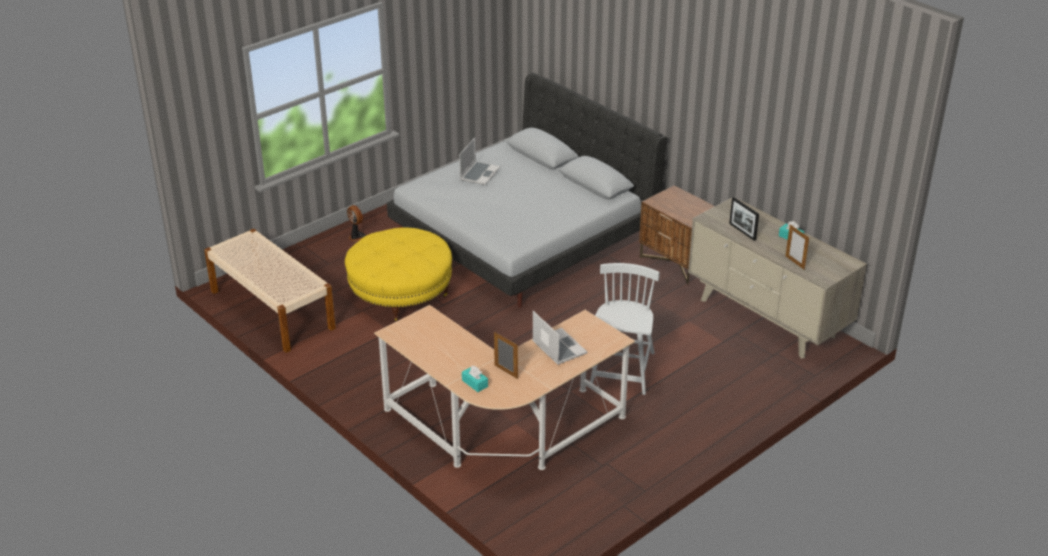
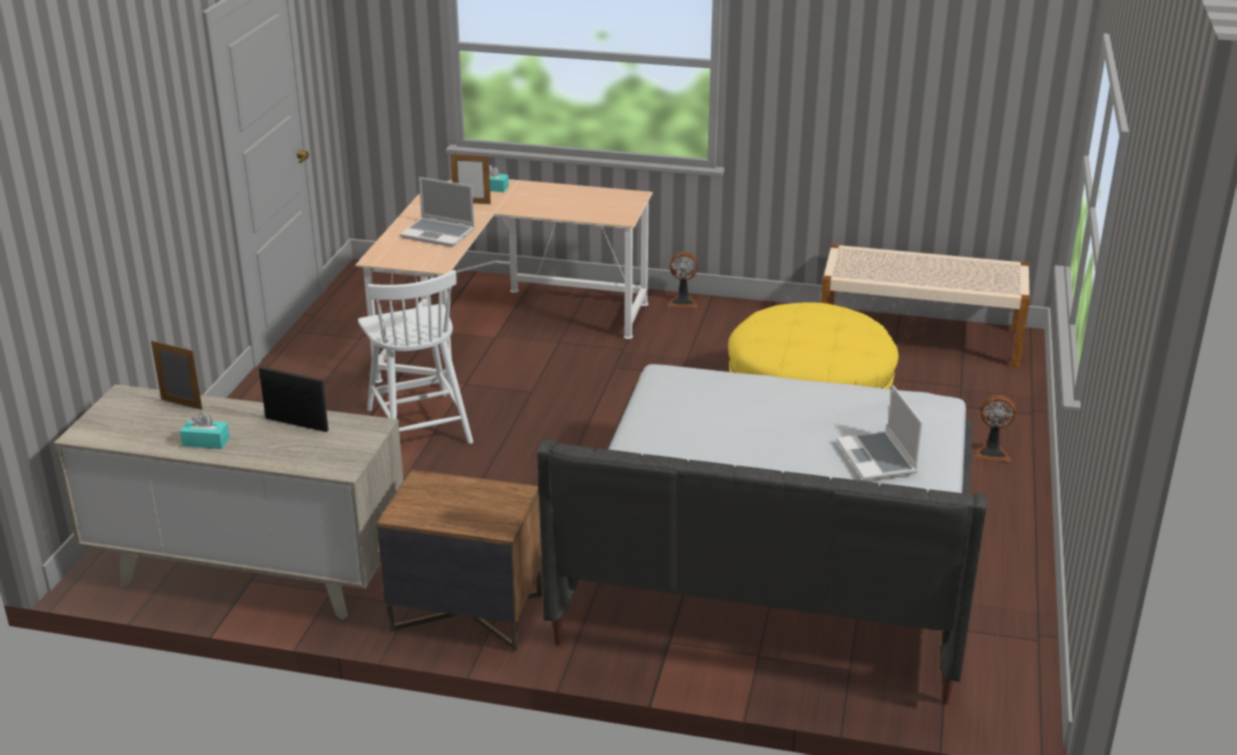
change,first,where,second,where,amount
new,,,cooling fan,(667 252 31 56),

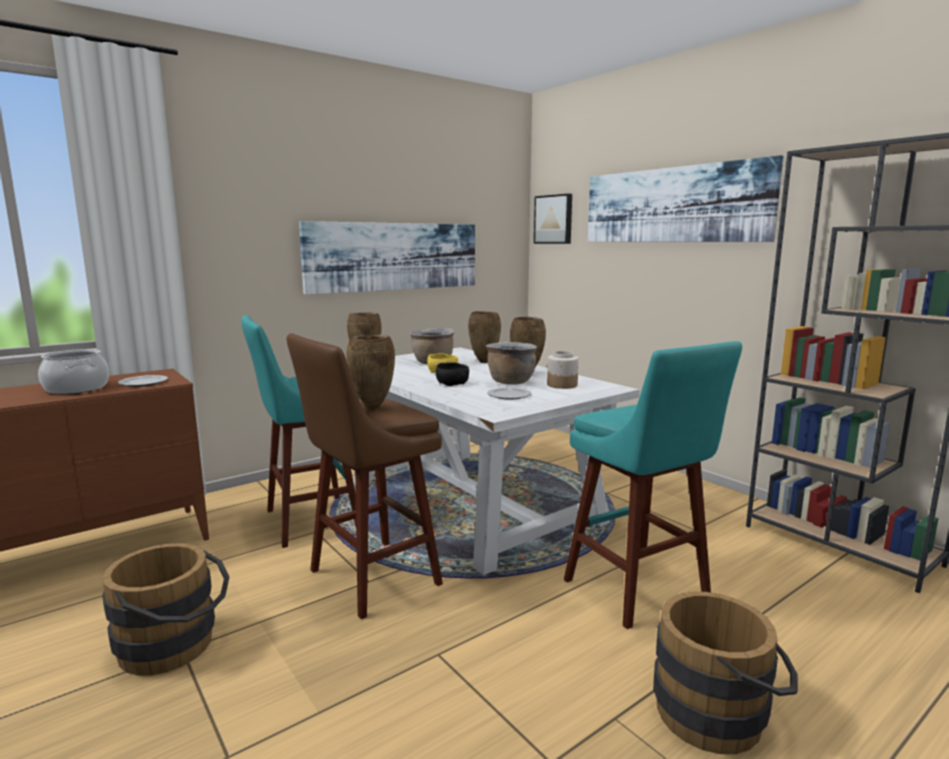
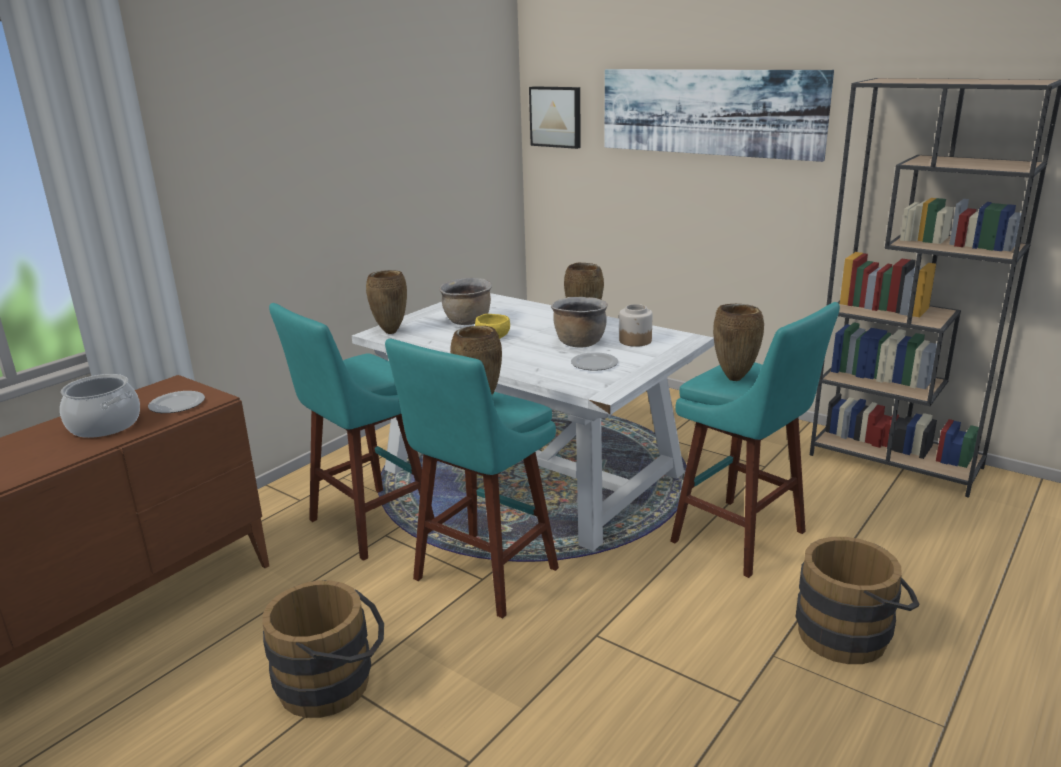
change,first,where,second,where,amount
repainted,brown-coloured sitting stool,(287 333 156 287),turquoise sitting stool,(385 338 174 281),
shifted,brown-coloured vase,(468 311 33 52),,(713 304 51 77),
gone,picture,(299 221 176 73),,,
gone,black-coloured bowl,(436 363 33 23),,,

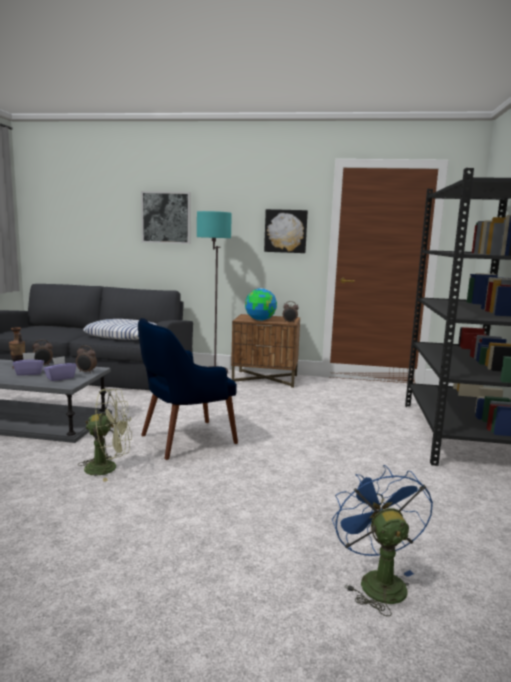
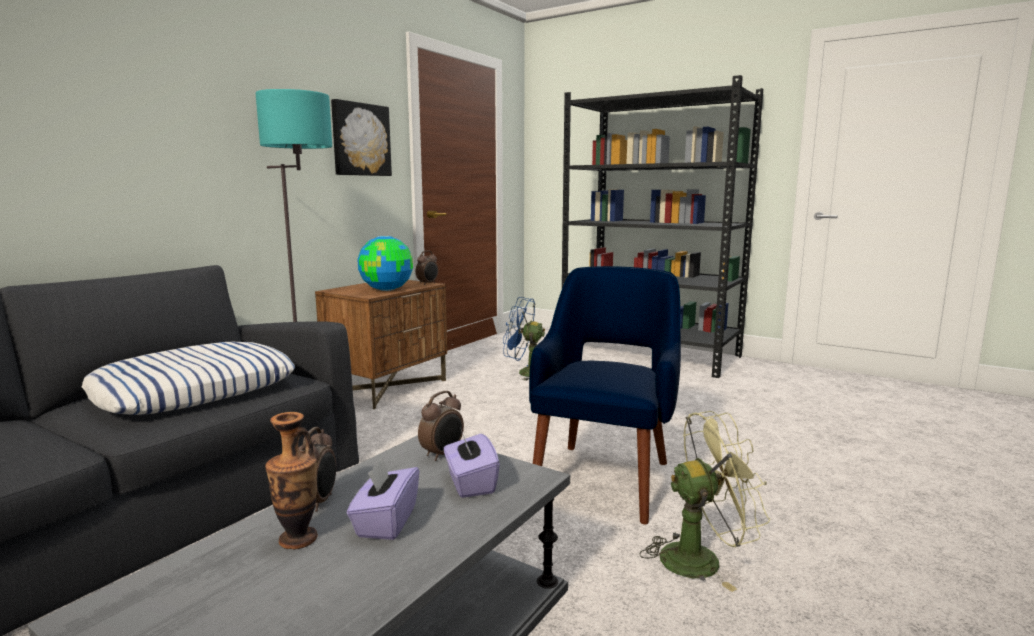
change,first,where,second,where,amount
shifted,bluish cooling fan,(332 465 101 151),,(503 297 42 84),
rotated,bluish lounge chair,(138 318 100 142),,(529 266 152 258),150 degrees counterclockwise
rotated,green cooling fan,(79 389 53 93),,(640 411 130 181),60 degrees clockwise
gone,picture,(141 191 50 53),,,

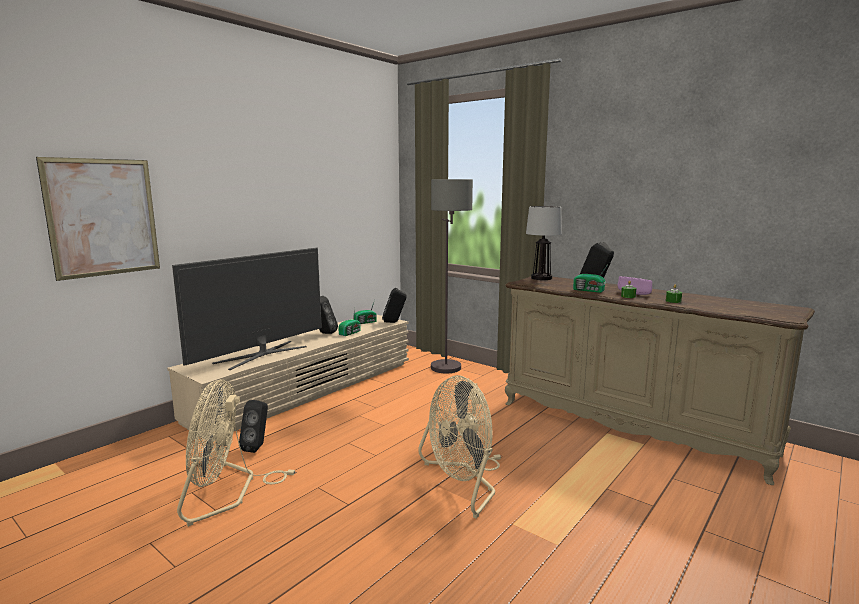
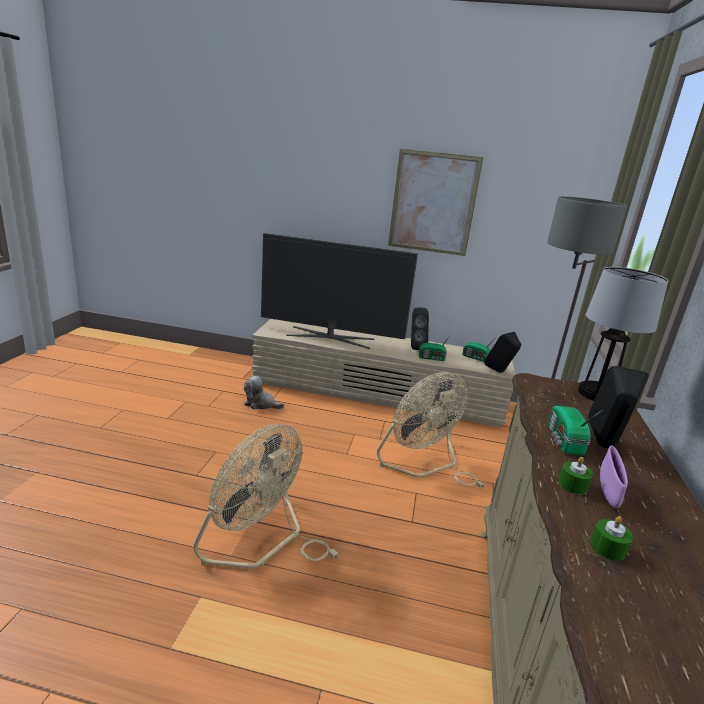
change,first,where,second,where,amount
swapped,black-coloured audio speaker,(239 400 29 53),soft toy,(244 376 40 33),
shifted,beige cooling fan,(177 379 120 148),,(377 372 107 116),
shifted,picture,(36 157 124 124),,(388 149 95 107),

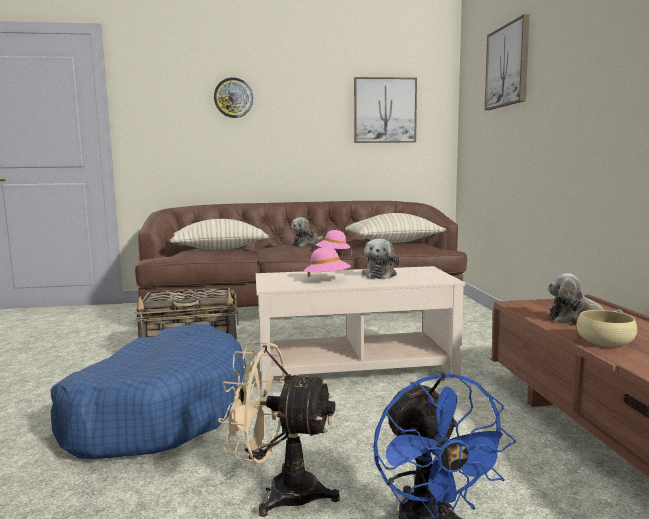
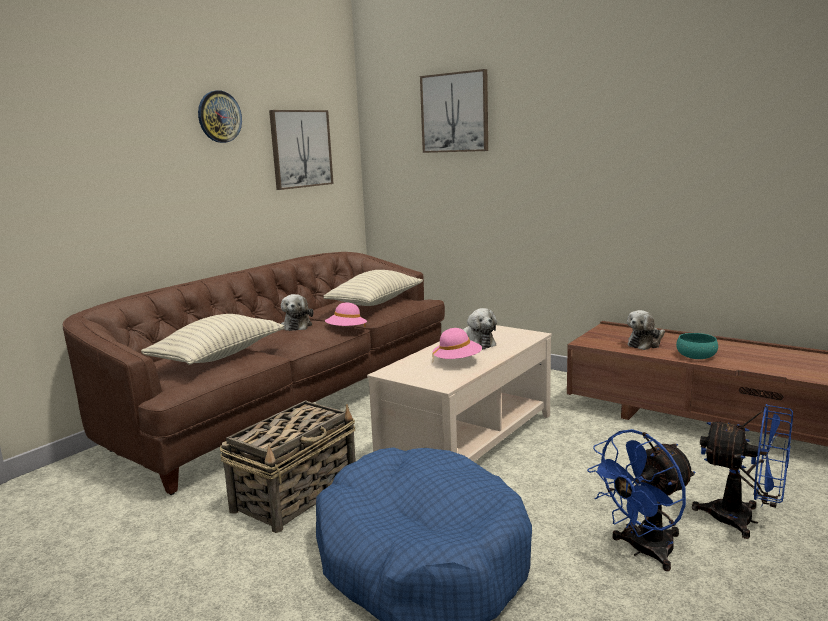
change,first,where,second,where,amount
shifted,hanging clock,(214 78 39 40),,(198 90 44 53),
repainted,beige cooling fan,(218 342 122 175),bluish cooling fan,(587 429 108 142),
repainted,beige bowl,(577 310 60 37),turquoise bowl,(676 333 42 26),

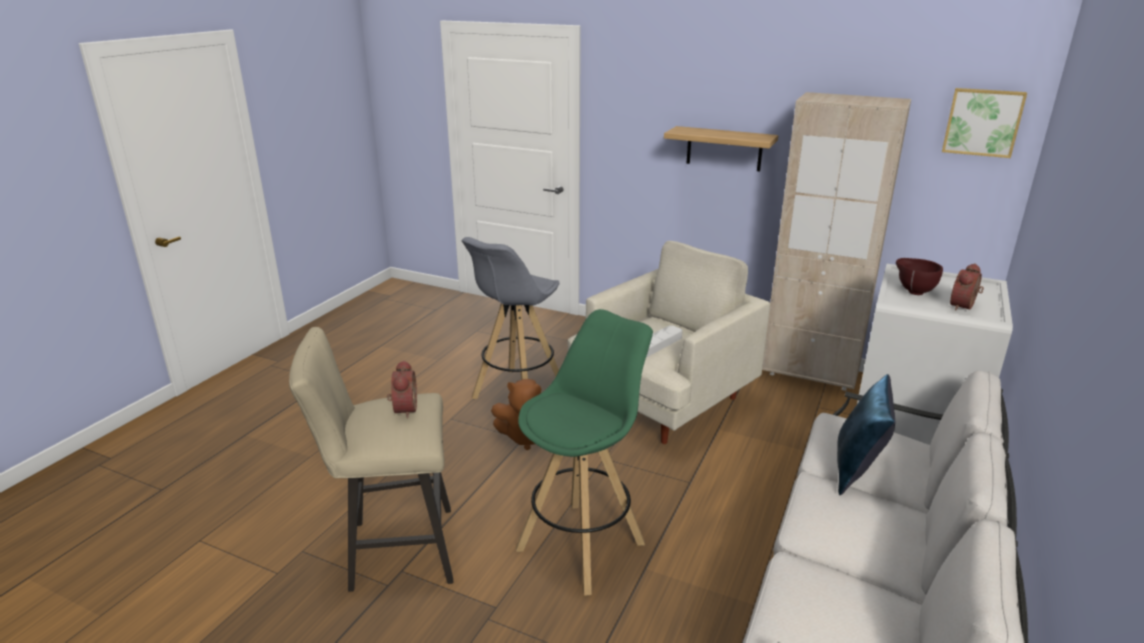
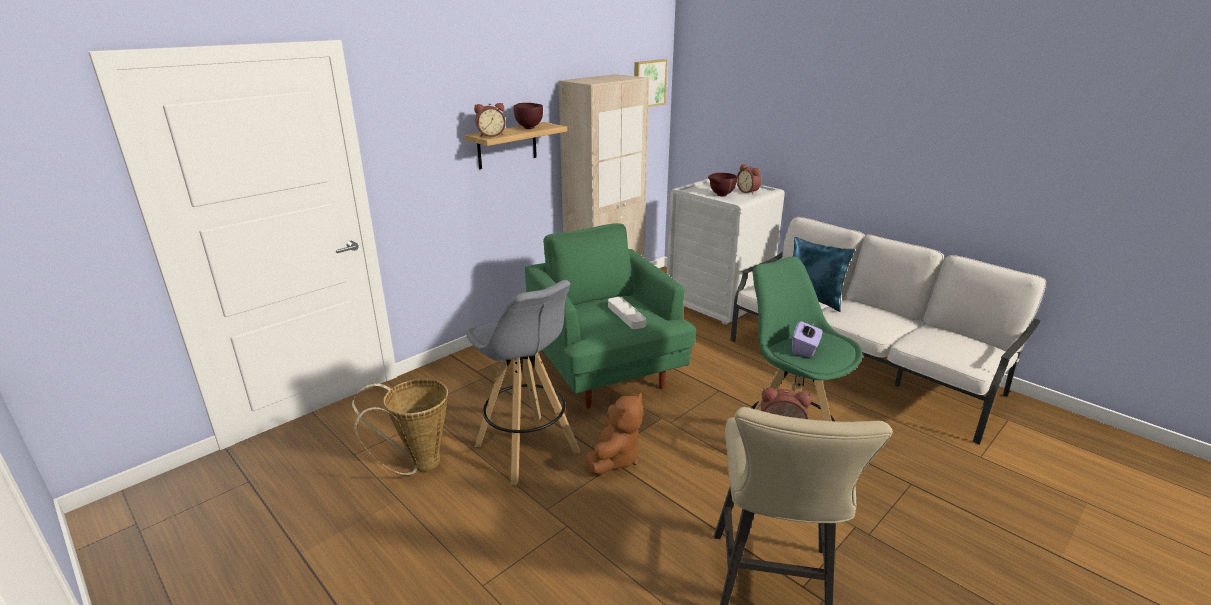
change,first,where,second,where,amount
new,,,household basket,(352 379 96 96),
new,,,alarm clock,(474 103 32 34),
new,,,brown-coloured bowl,(513 103 30 26),
repainted,beige lounge chair,(568 241 202 203),green lounge chair,(525 223 171 186),
new,,,purple tissue holder,(792 321 30 36),

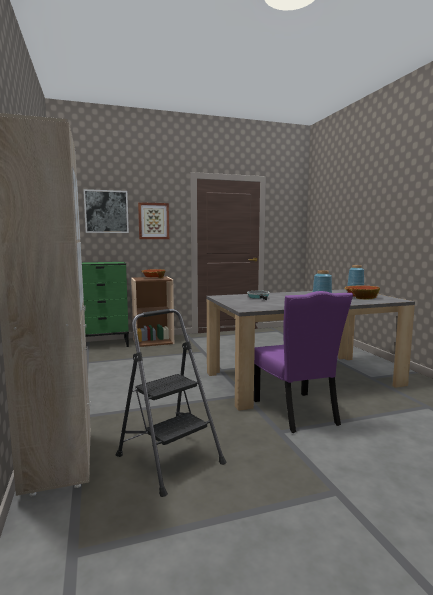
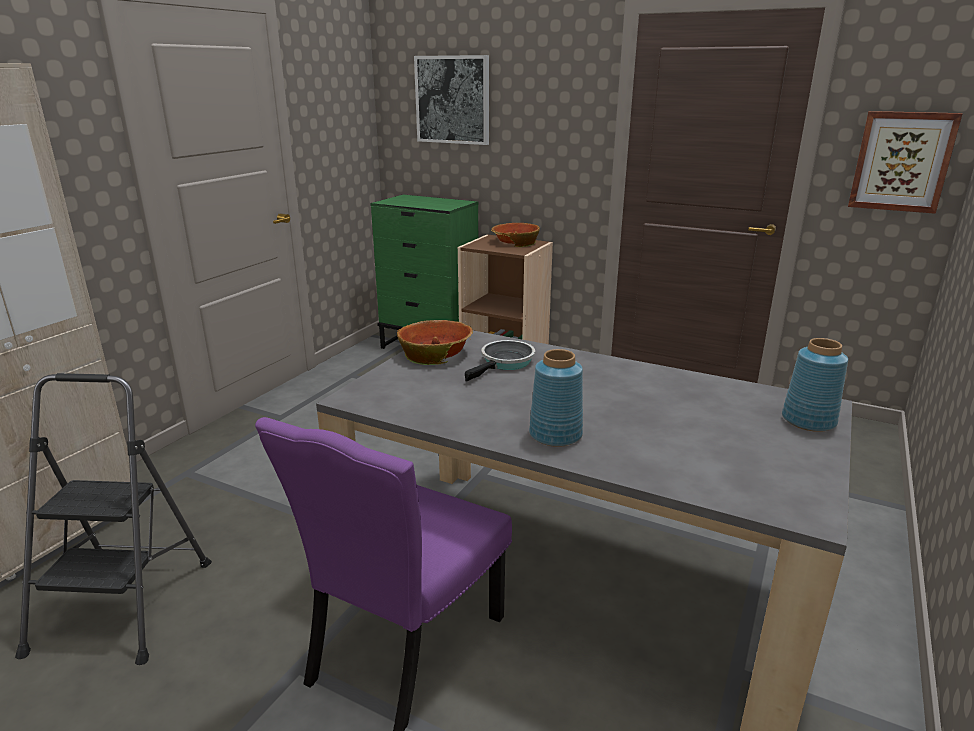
change,first,where,second,where,amount
shifted,bowl,(345 286 35 13),,(397 320 76 45),
shifted,picture,(138 202 31 37),,(848 111 114 103),

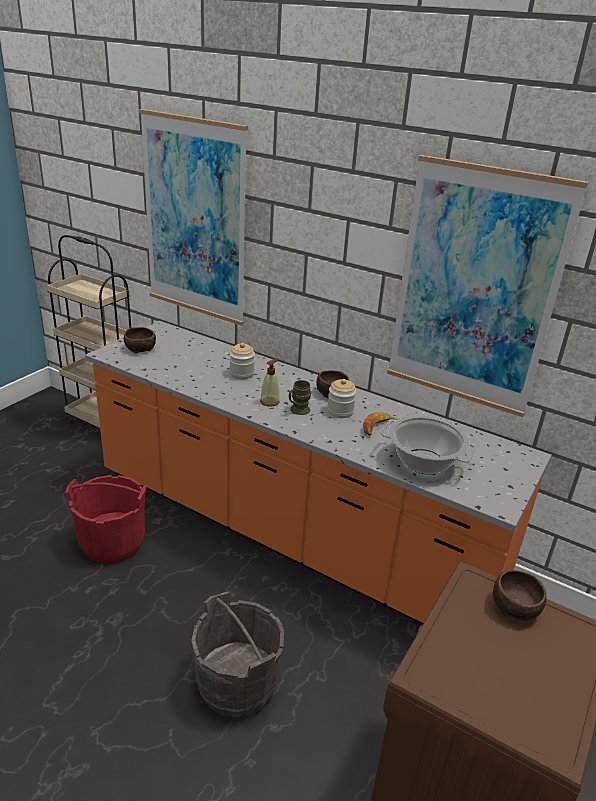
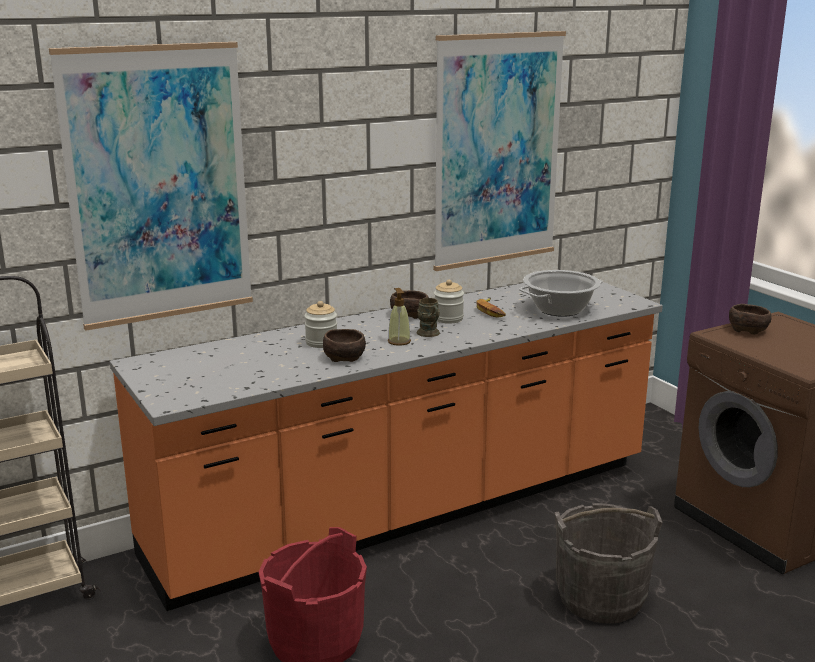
change,first,where,second,where,amount
shifted,brown-coloured bowl,(124 327 32 26),,(323 329 43 33),

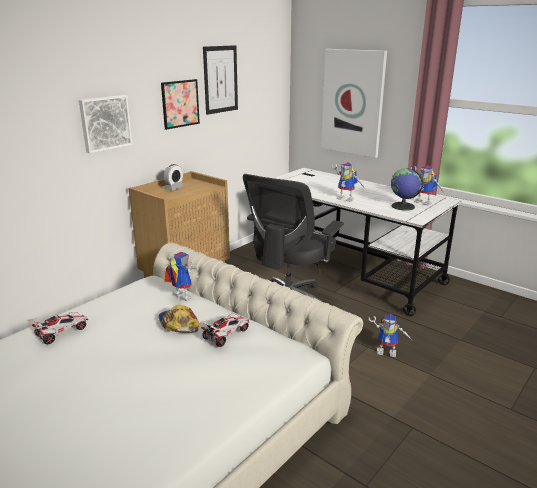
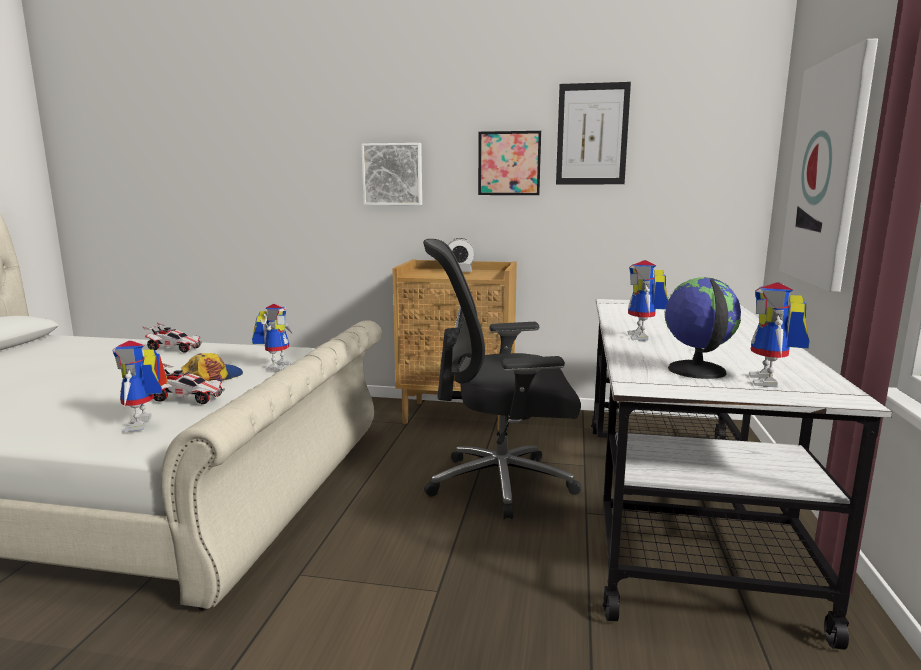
change,first,where,second,where,amount
shifted,robot figure,(368 314 45 43),,(112 341 56 90),

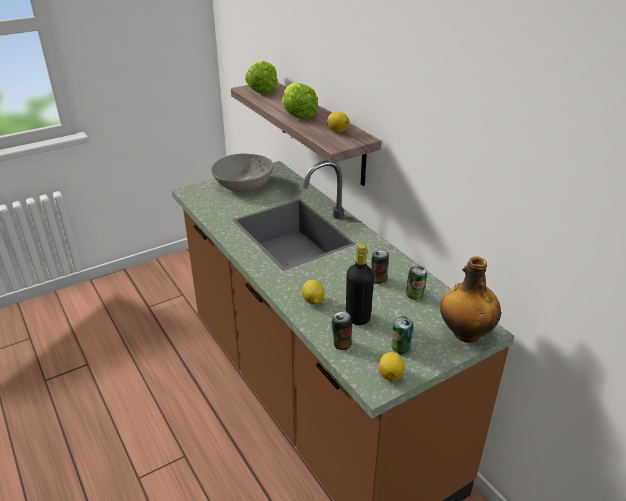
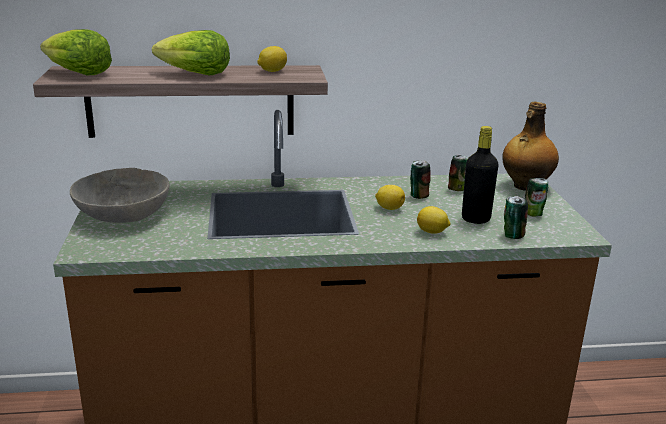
change,first,where,second,where,amount
shifted,lemon,(378 352 27 29),,(375 185 30 25),

